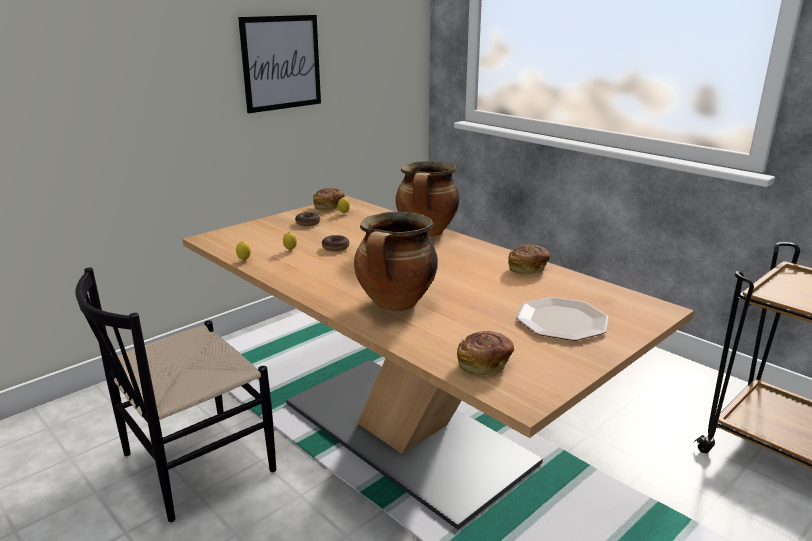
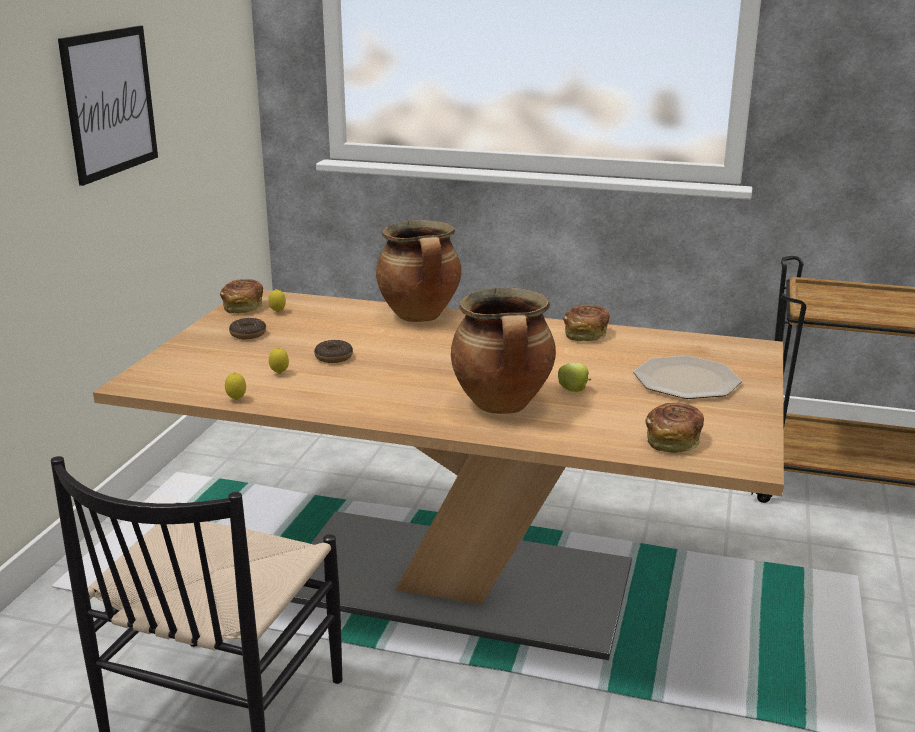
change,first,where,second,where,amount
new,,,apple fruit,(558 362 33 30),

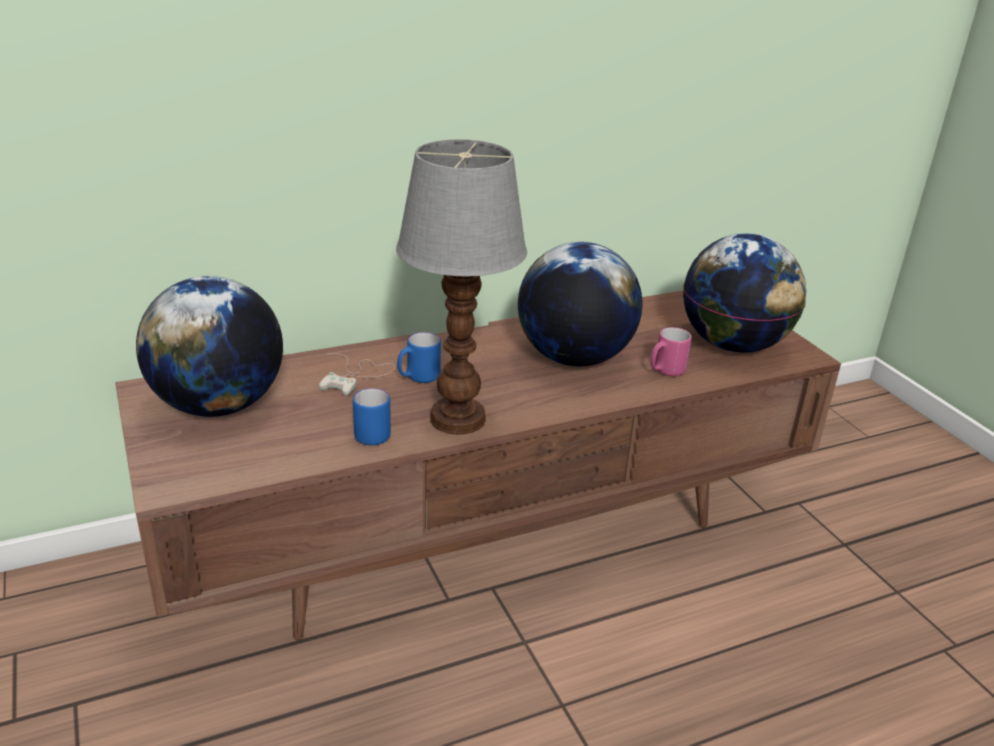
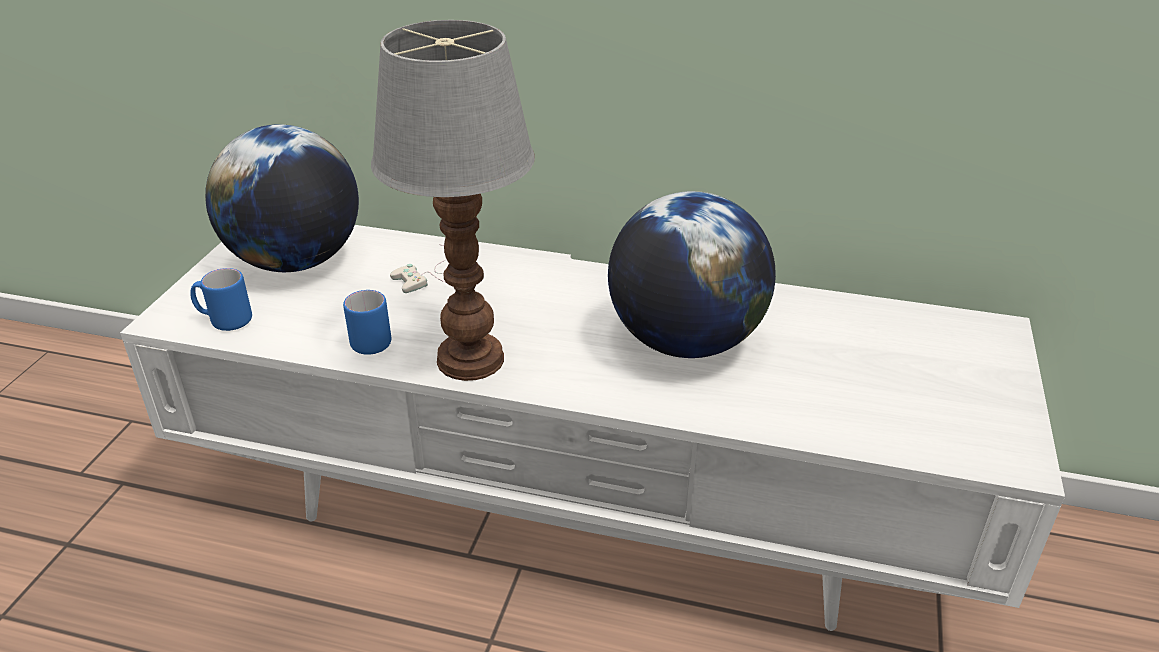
change,first,where,second,where,amount
repainted,brown-coloured tv unit,(115 291 726 349),white tv unit,(120 225 945 406),
shifted,bluish mug,(397 332 44 51),,(190 268 62 63),
gone,pink mug,(650 327 42 49),,,
gone,world globe,(683 233 123 120),,,

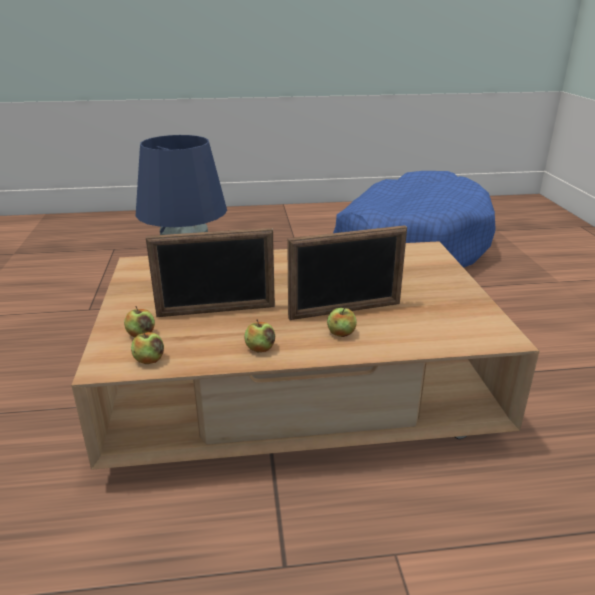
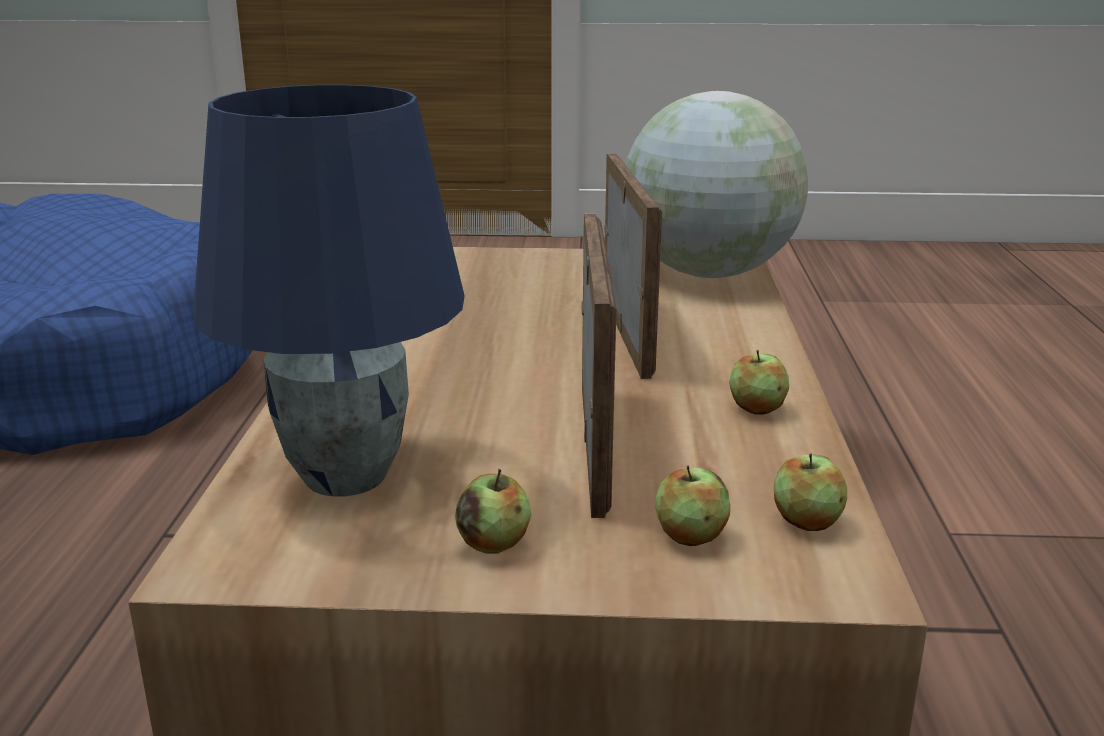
change,first,where,second,where,amount
shifted,apple fruit,(327 307 30 30),,(455 469 76 84),
new,,,world globe,(625 91 183 187),

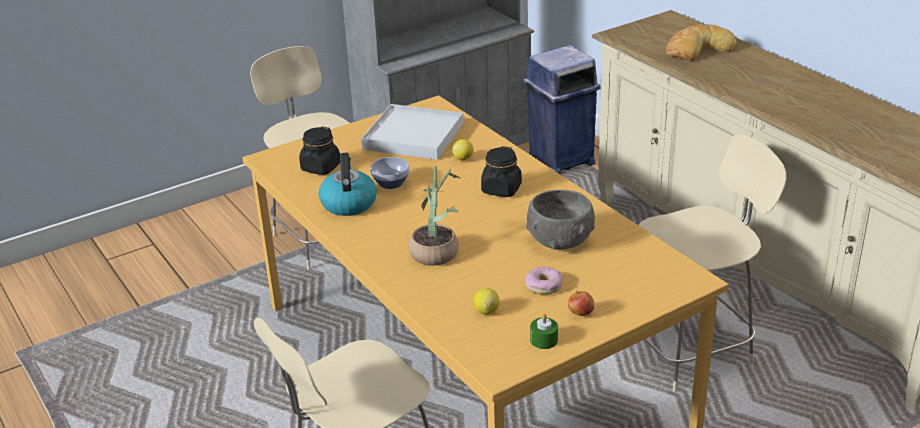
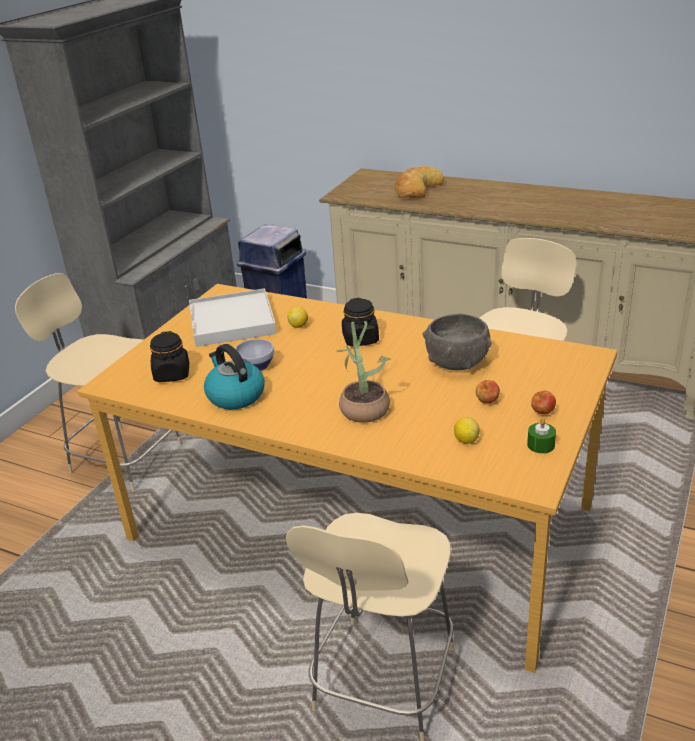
change,first,where,second,where,amount
swapped,donut,(525 267 37 28),apple fruit,(476 380 24 23),

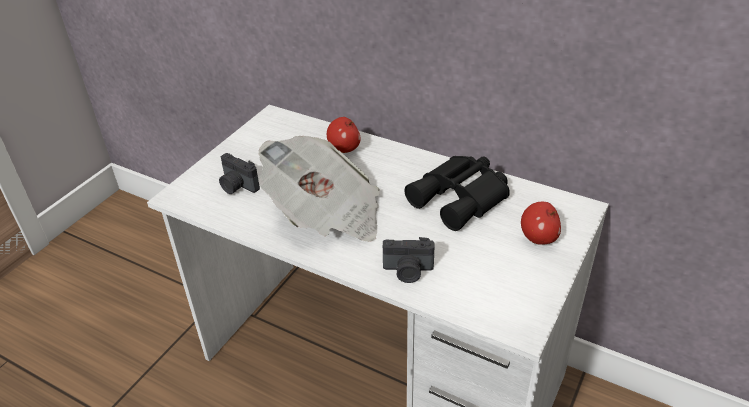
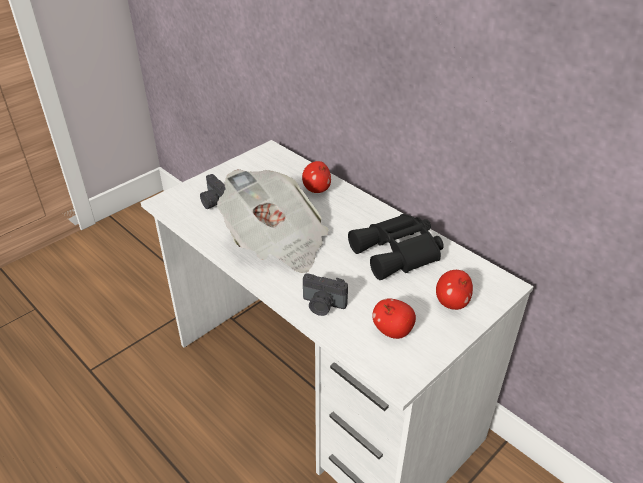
change,first,where,second,where,amount
new,,,apple fruit,(372 298 44 41),

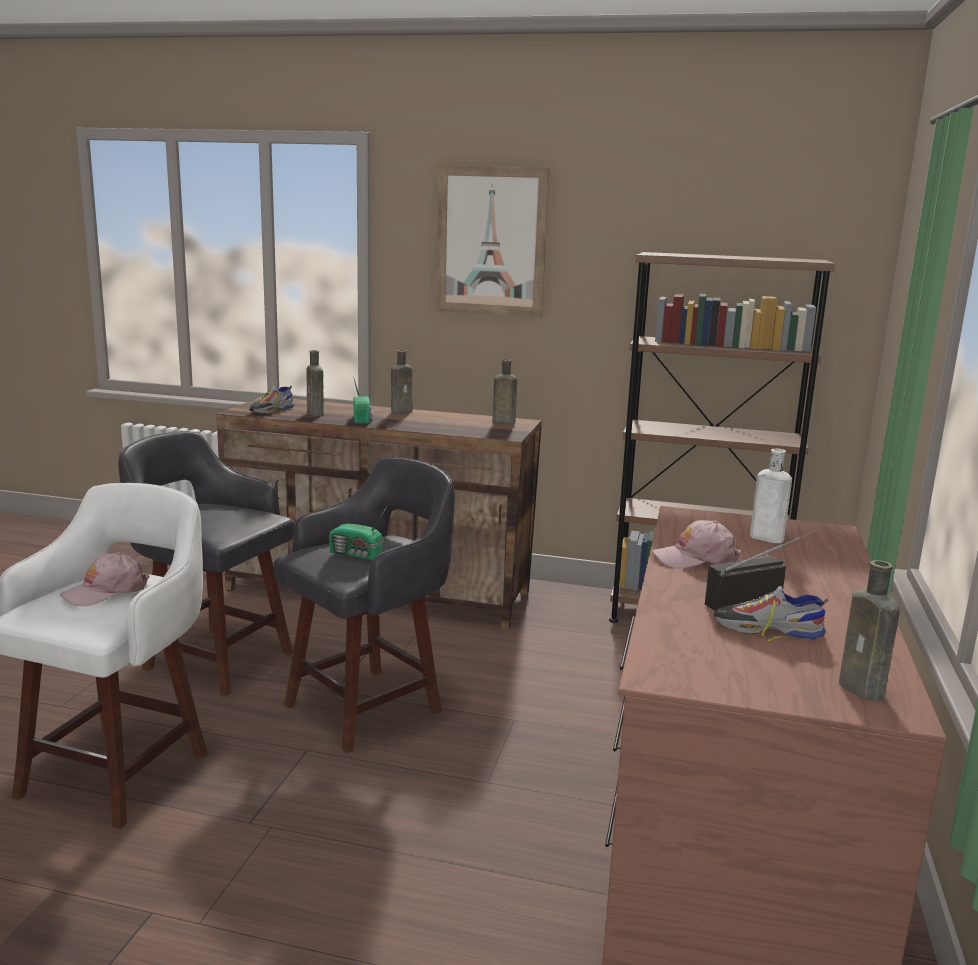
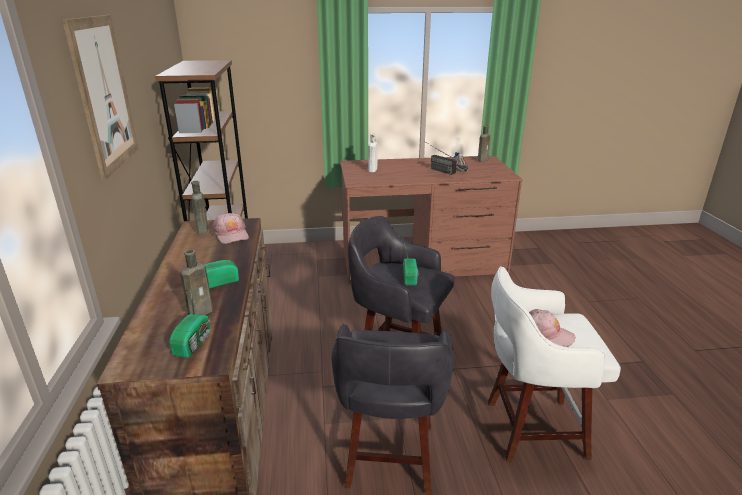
change,first,where,second,where,amount
swapped,item of footwear,(249 385 46 28),radio set,(170 290 41 68),
shifted,pink peaked cap,(652 520 90 48),,(212 213 37 31),
gone,brown-coloured bottle,(391 350 21 64),,,

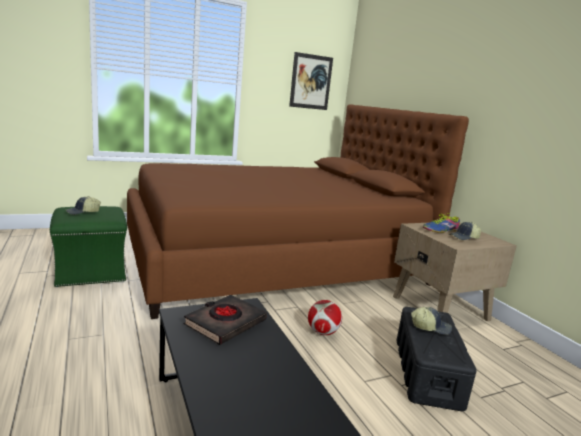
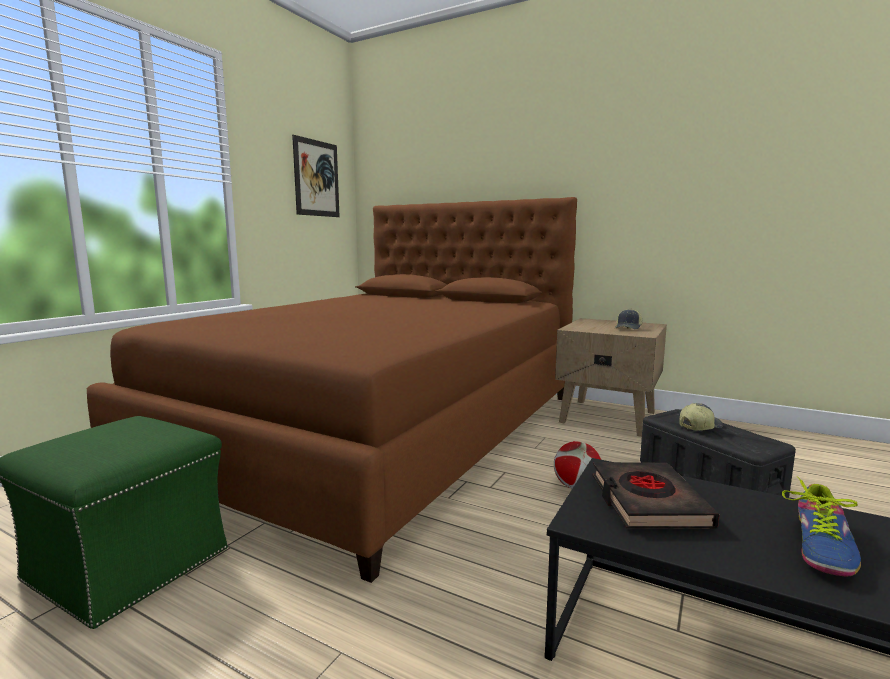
change,first,where,second,where,amount
shifted,item of footwear,(423 213 37 20),,(782 476 79 100),
gone,peaked cap,(66 196 35 19),,,

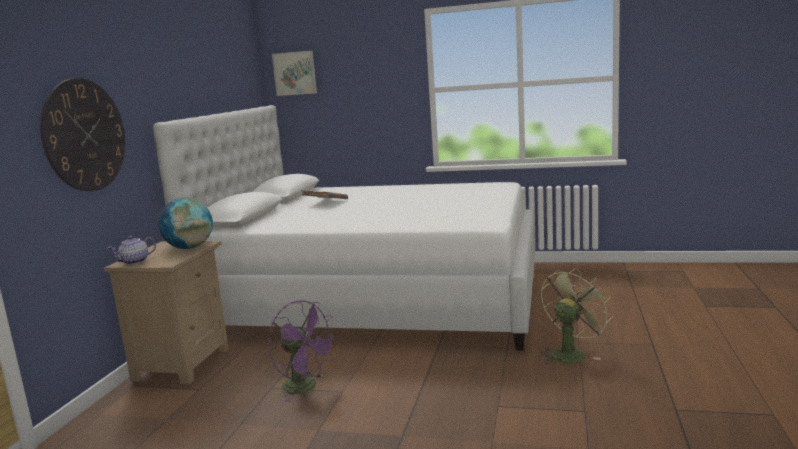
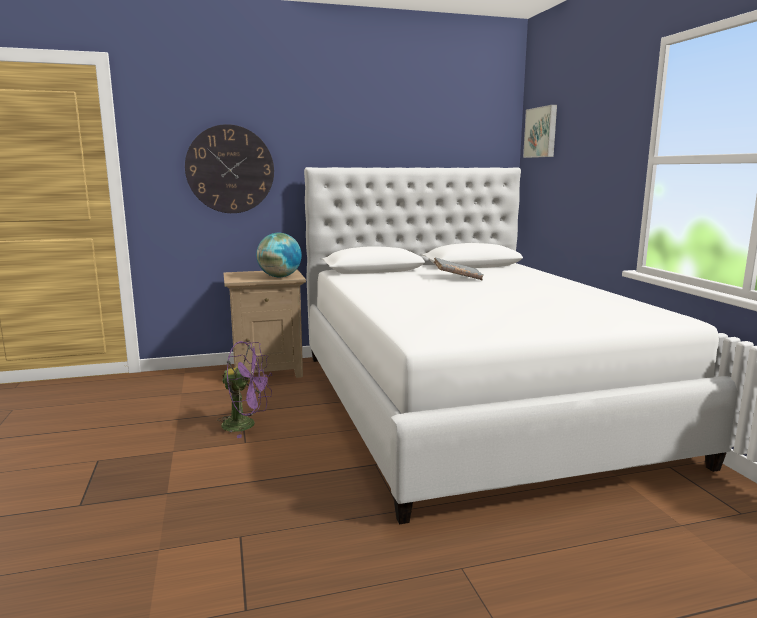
change,first,where,second,where,amount
rotated,purple cooling fan,(269 300 69 102),,(217 341 55 97),90 degrees counterclockwise
gone,pot for tea,(108 236 48 29),,,
gone,green cooling fan,(540 267 73 96),,,

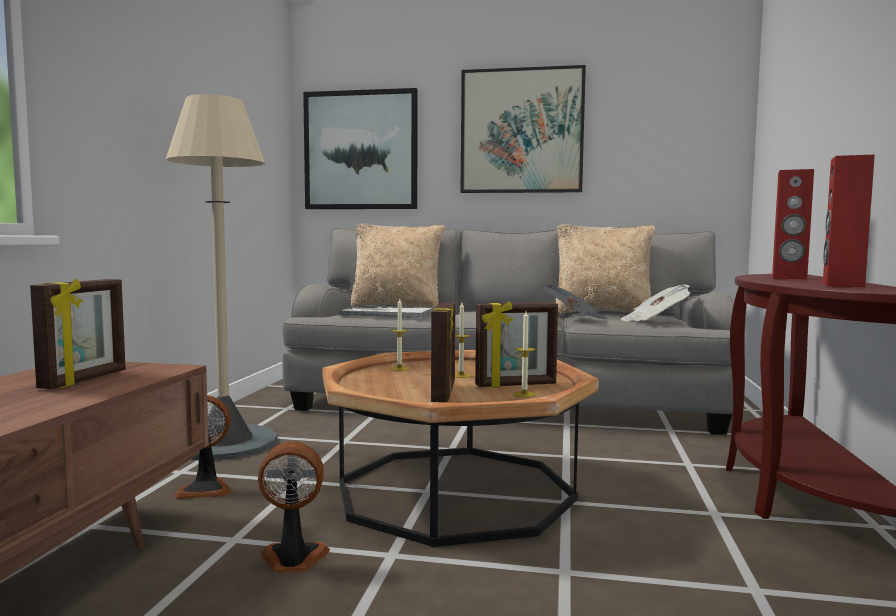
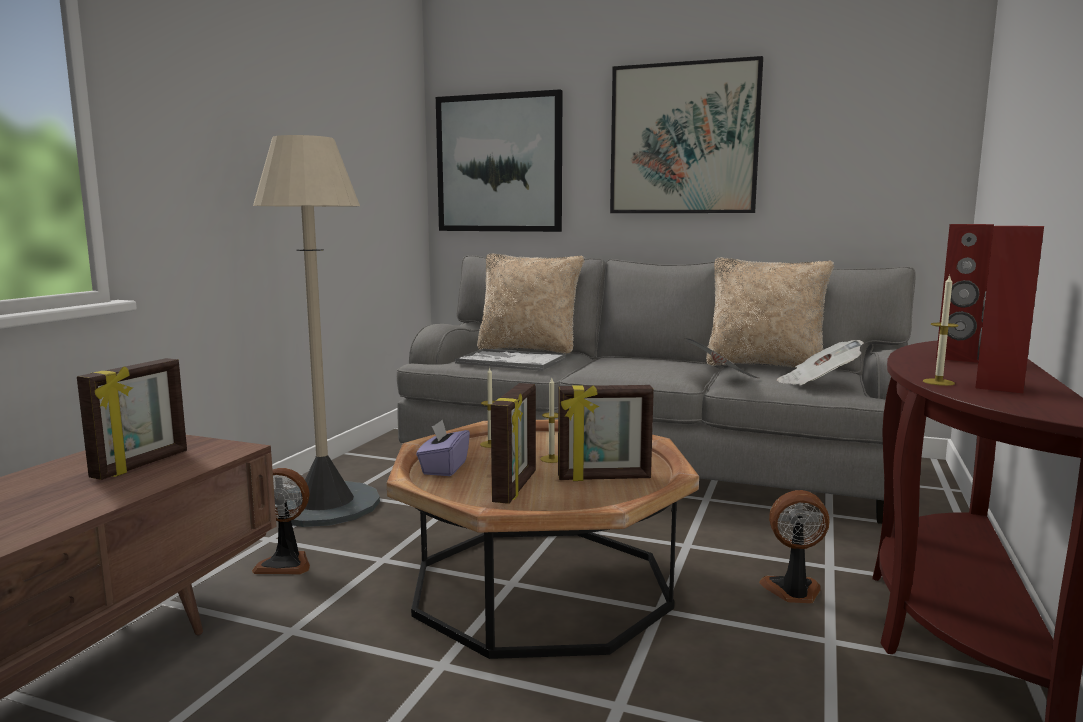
change,first,where,second,where,amount
new,,,purple tissue holder,(416 420 54 56),
shifted,cooling fan,(258 441 72 132),,(759 490 70 113),
shifted,wax candle,(513 311 23 86),,(923 275 35 111),

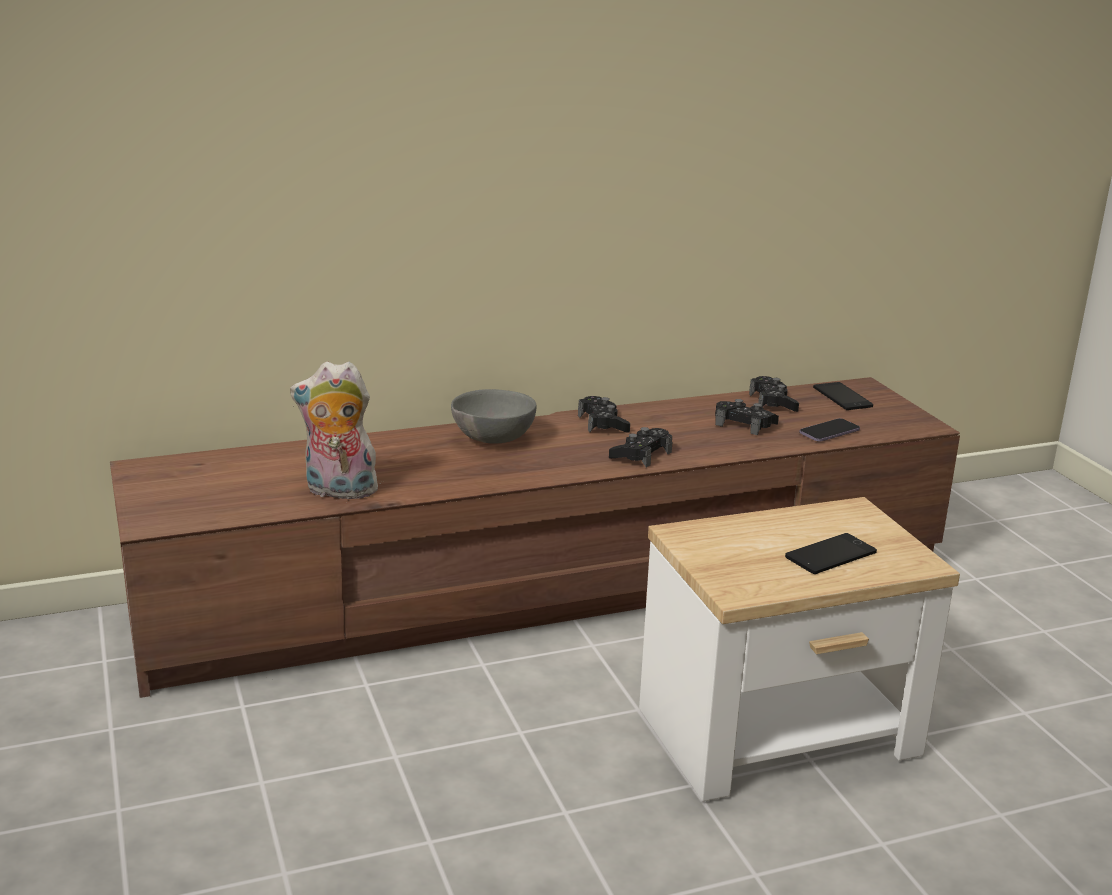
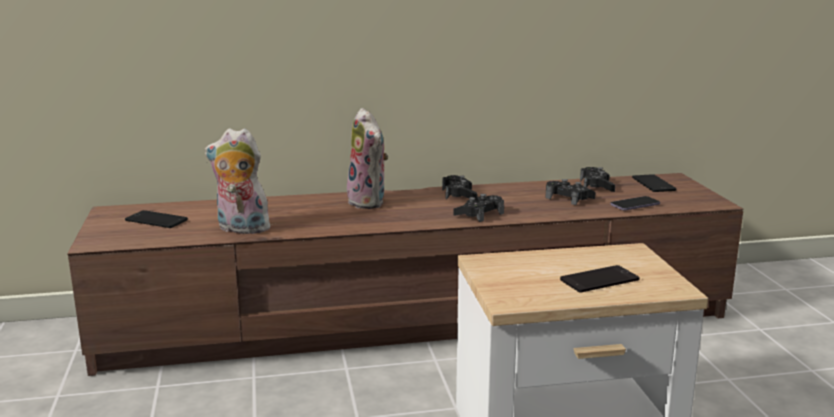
change,first,where,second,where,amount
new,,,phone,(125 210 63 18),
swapped,greyish bowl,(451 389 85 54),soft toy,(347 108 41 101),

